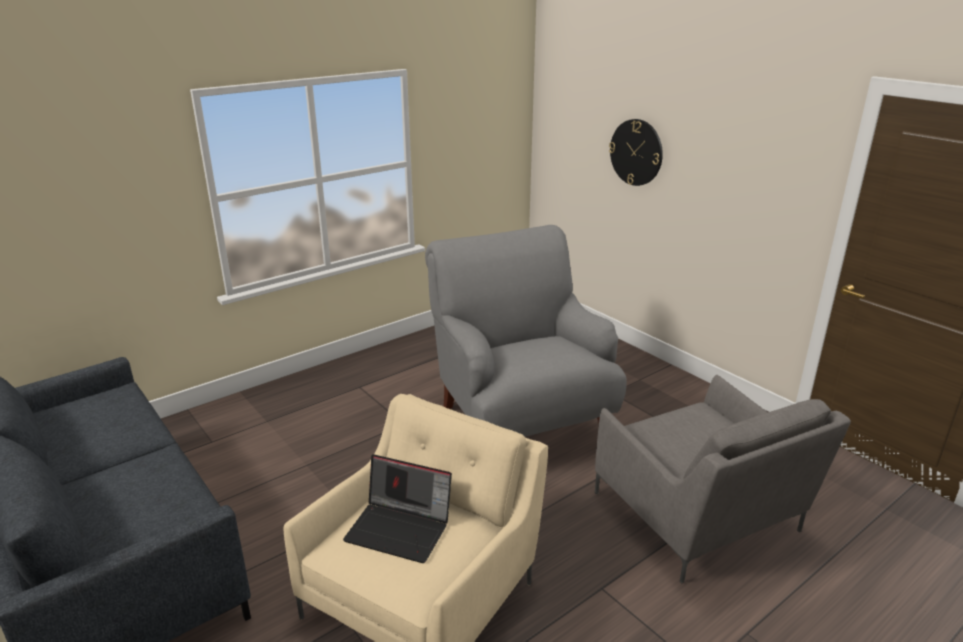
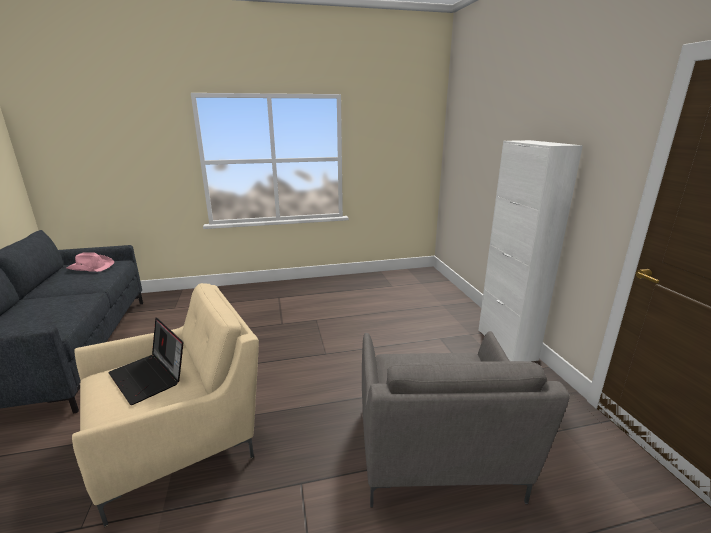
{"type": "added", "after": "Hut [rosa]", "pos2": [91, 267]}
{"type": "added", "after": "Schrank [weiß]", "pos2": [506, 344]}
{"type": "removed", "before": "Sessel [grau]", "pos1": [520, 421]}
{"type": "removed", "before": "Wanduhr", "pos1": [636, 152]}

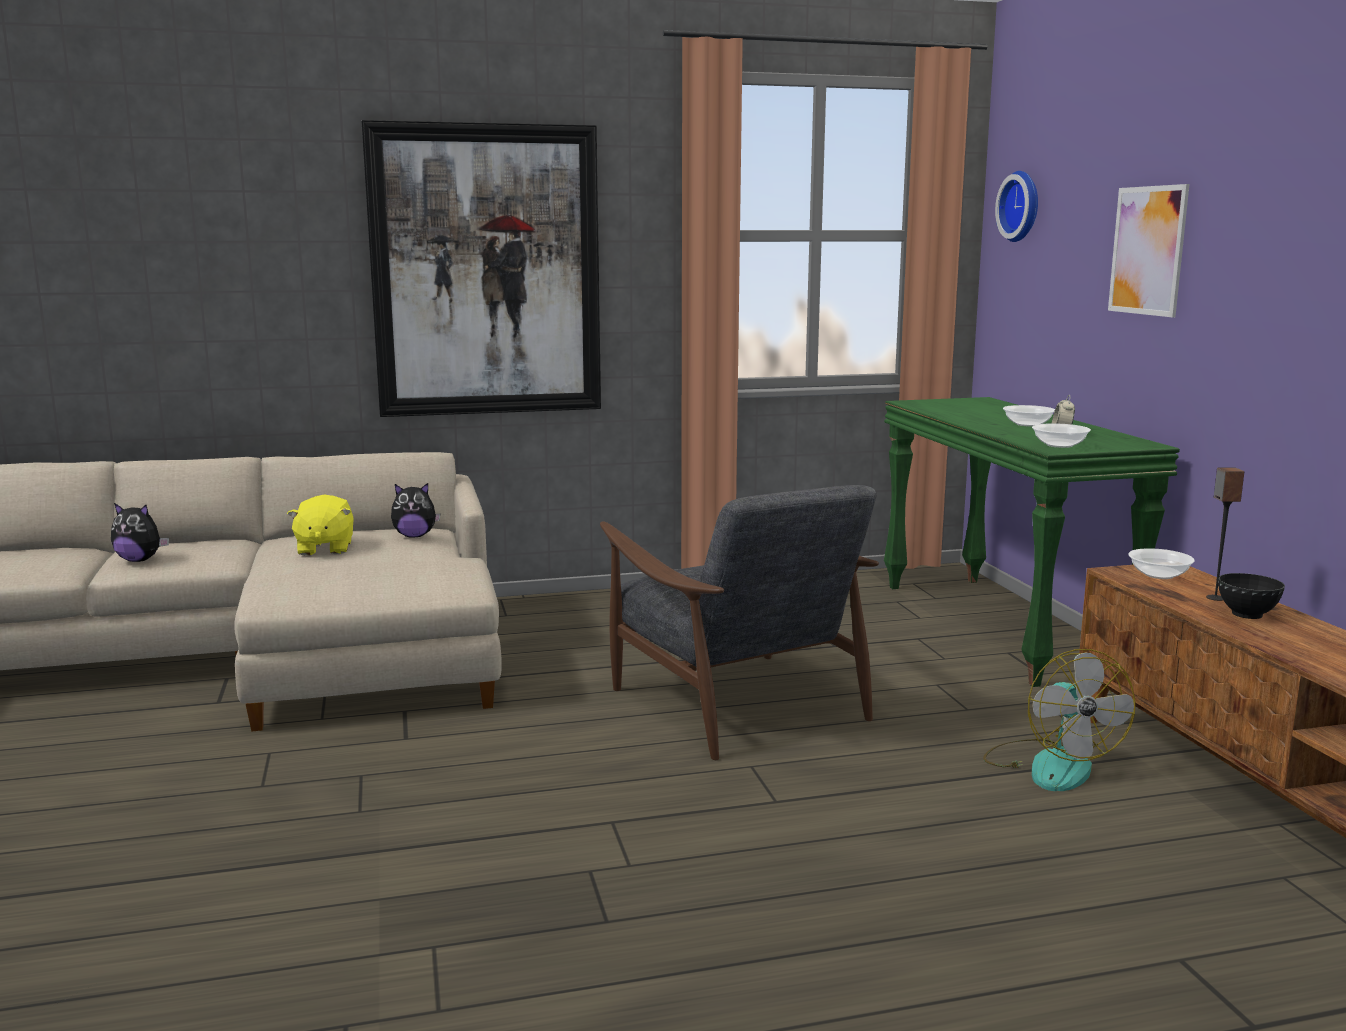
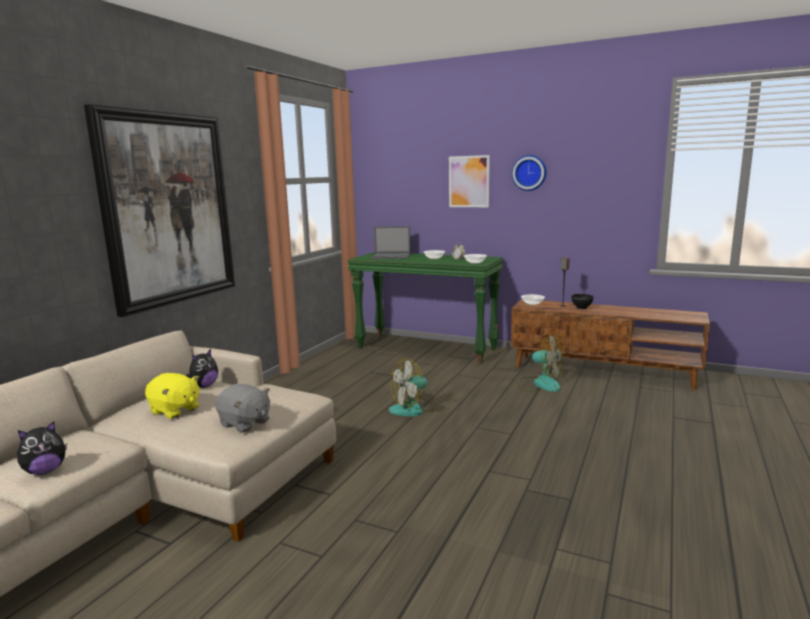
{"type": "added", "after": "Plüschtier [grau]", "pos2": [245, 423]}
{"type": "added", "after": "Laptop", "pos2": [391, 256]}
{"type": "replaced", "before": "Sessel [grau]", "after": "Ventilator", "pos1": [735, 700], "pos2": [414, 409]}
{"type": "moved", "before": "Wanduhr", "pos1": [1022, 206], "pos2": [529, 173]}

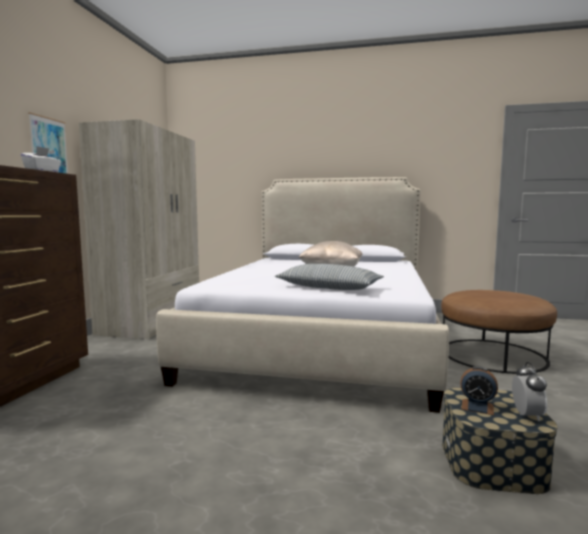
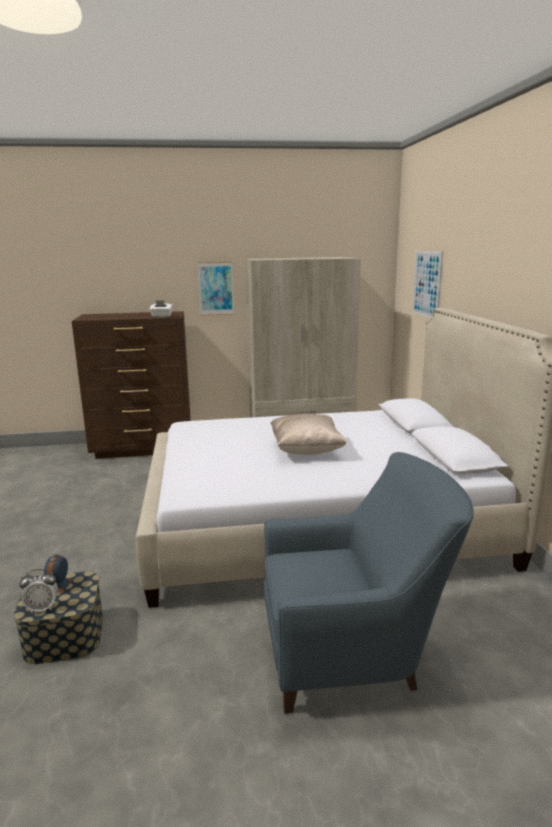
{"type": "replaced", "before": "Polsterhocker [braun]", "after": "Sessel [blau]", "pos1": [493, 355], "pos2": [355, 652]}
{"type": "added", "after": "Bild", "pos2": [427, 284]}
{"type": "removed", "before": "Kissen", "pos1": [328, 287]}

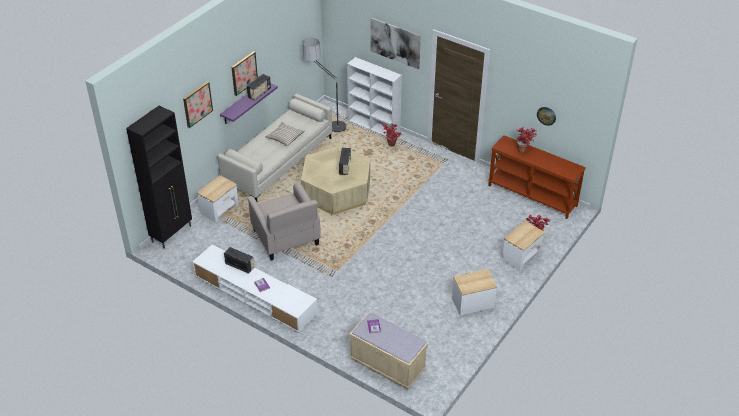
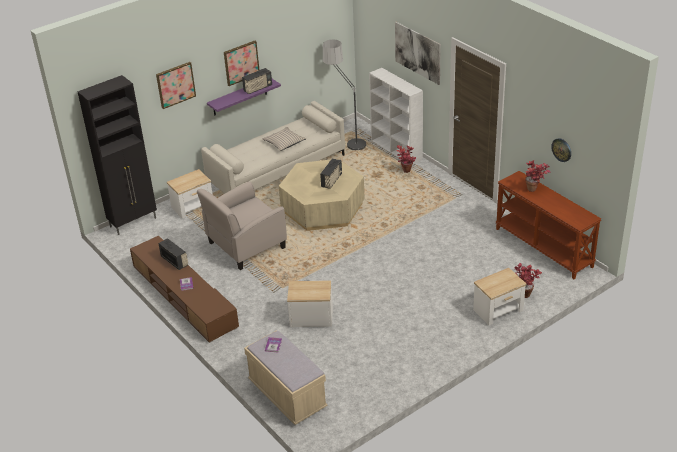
{"type": "recoloured", "before": "Fernsehschrank [weiß]", "after": "Fernsehschrank [braun]", "pos1": [254, 295], "pos2": [184, 296]}
{"type": "turned", "before": "Sessel [beige]", "pos1": [286, 238], "pos2": [246, 246], "turn": 60}
{"type": "moved", "before": "Beistelltisch", "pos1": [472, 303], "pos2": [311, 317]}

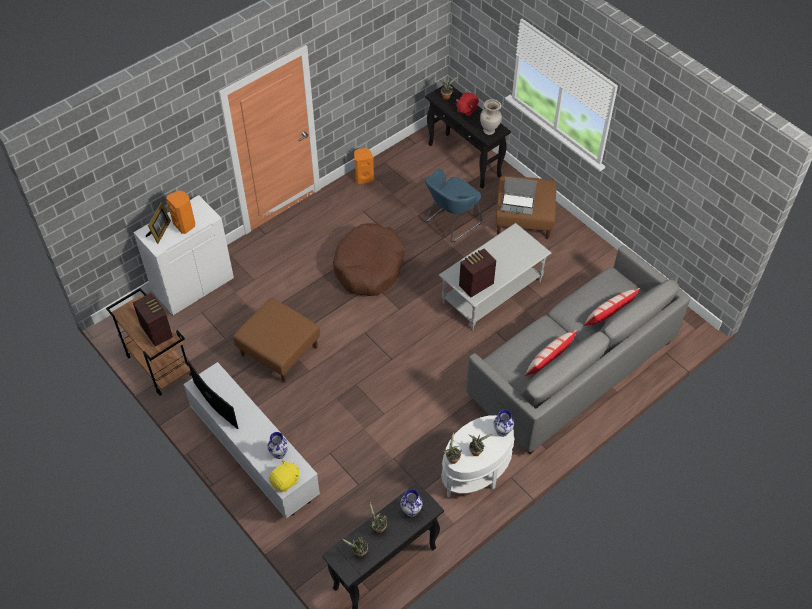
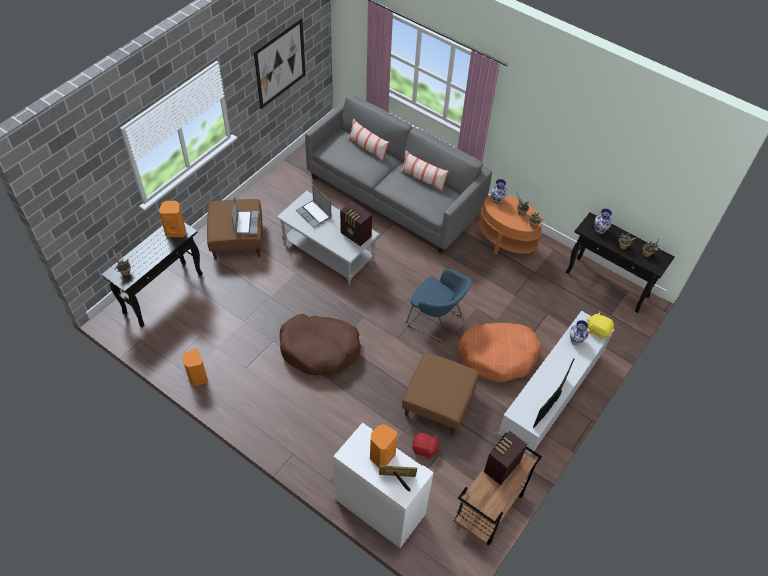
{"type": "replaced", "before": "Vase [beige]", "after": "Lautsprecher [orange]", "pos1": [489, 131], "pos2": [176, 231]}
{"type": "added", "after": "Bild", "pos2": [280, 64]}
{"type": "added", "after": "Laptop", "pos2": [314, 214]}
{"type": "moved", "before": "Sessel [blau]", "pos1": [450, 223], "pos2": [436, 321]}
{"type": "moved", "before": "Plüschtier [rot]", "pos1": [466, 110], "pos2": [424, 449]}
{"type": "added", "after": "Hundebett [orange]", "pos2": [498, 355]}
{"type": "recoloured", "before": "Beistelltisch [weiß]", "after": "Beistelltisch [orange]", "pos1": [476, 471], "pos2": [505, 242]}

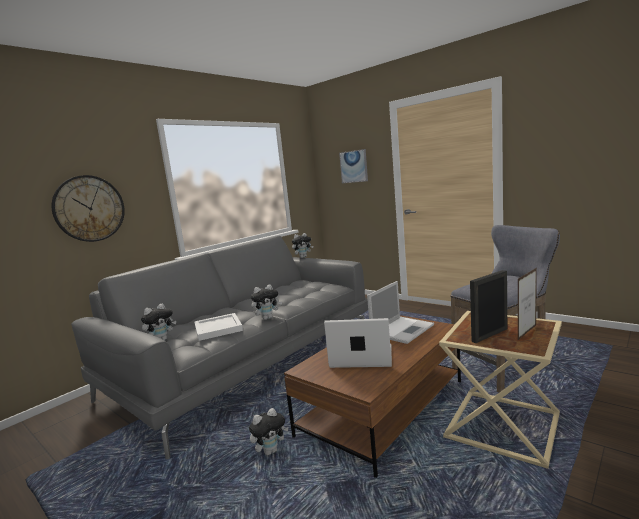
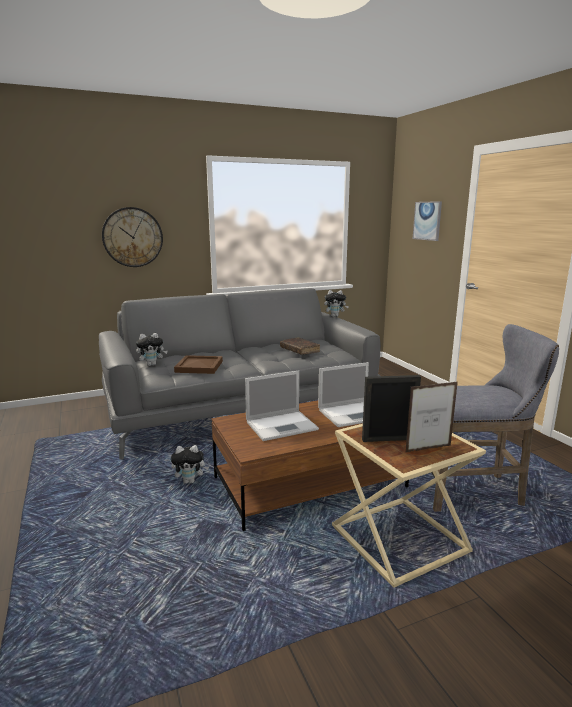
{"type": "recoloured", "before": "Tablett [weiß]", "after": "Tablett [braun]", "pos1": [219, 328], "pos2": [199, 367]}
{"type": "turned", "before": "Laptop", "pos1": [360, 357], "pos2": [282, 425], "turn": 120}
{"type": "added", "after": "Buch [braun]", "pos2": [299, 350]}
{"type": "removed", "before": "Plüschtier", "pos1": [267, 318]}

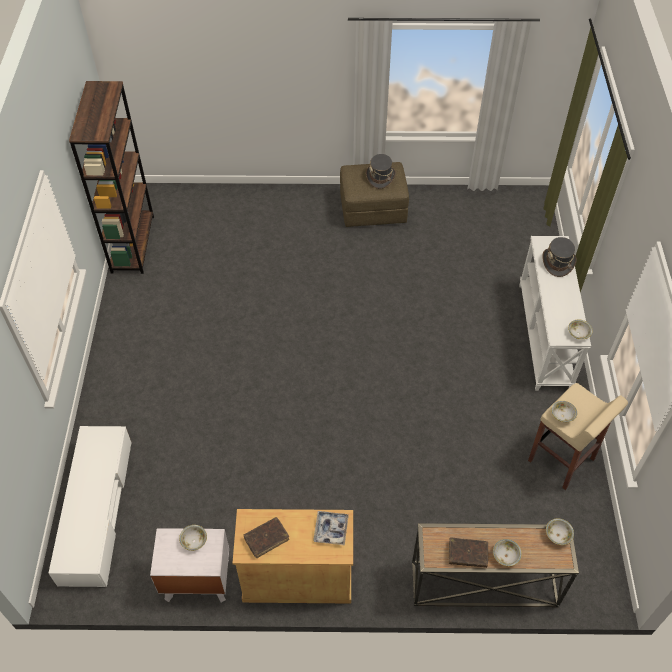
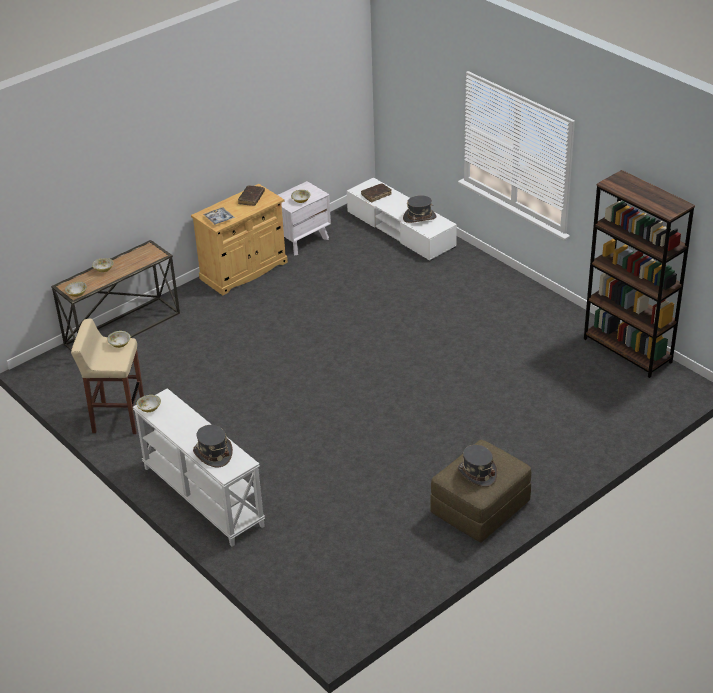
{"type": "moved", "before": "Buch [braun]", "pos1": [467, 554], "pos2": [376, 195]}
{"type": "added", "after": "Hut [grau]", "pos2": [419, 217]}

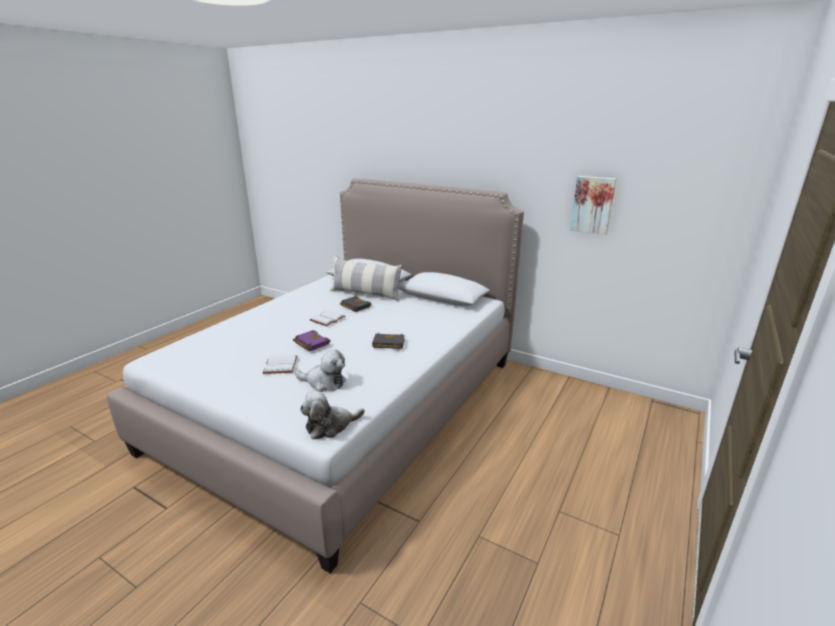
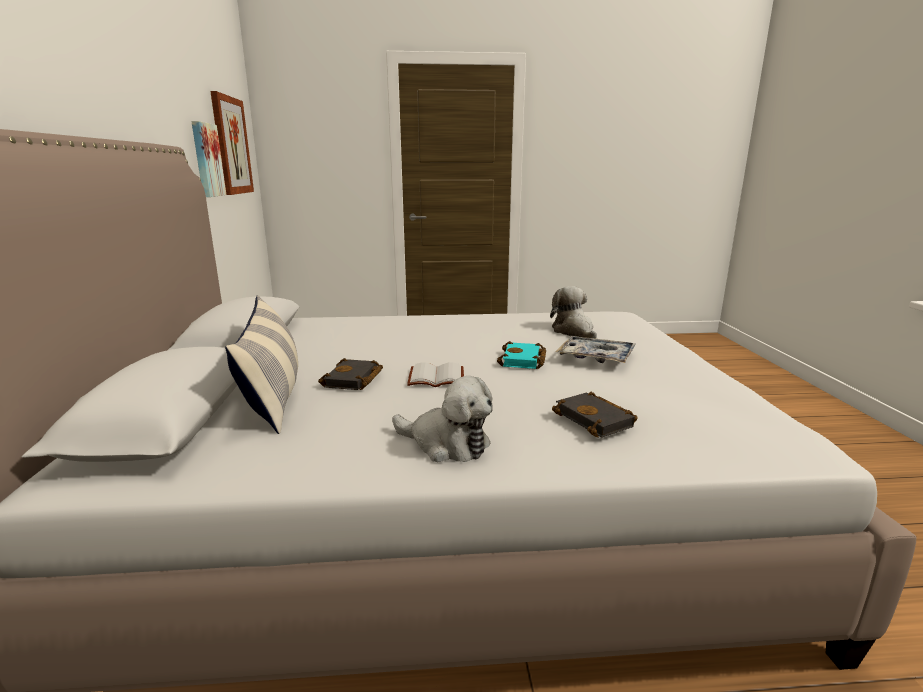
{"type": "added", "after": "Bild", "pos2": [231, 146]}
{"type": "moved", "before": "Plüschtier", "pos1": [330, 426], "pos2": [446, 444]}
{"type": "recoloured", "before": "Buch [lila]", "after": "Buch [türkis]", "pos1": [310, 343], "pos2": [524, 360]}
{"type": "moved", "before": "Buch [schwarz]", "pos1": [387, 344], "pos2": [597, 420]}
{"type": "replaced", "before": "Buch [weiß]", "after": "Tablett", "pos1": [279, 365], "pos2": [596, 357]}

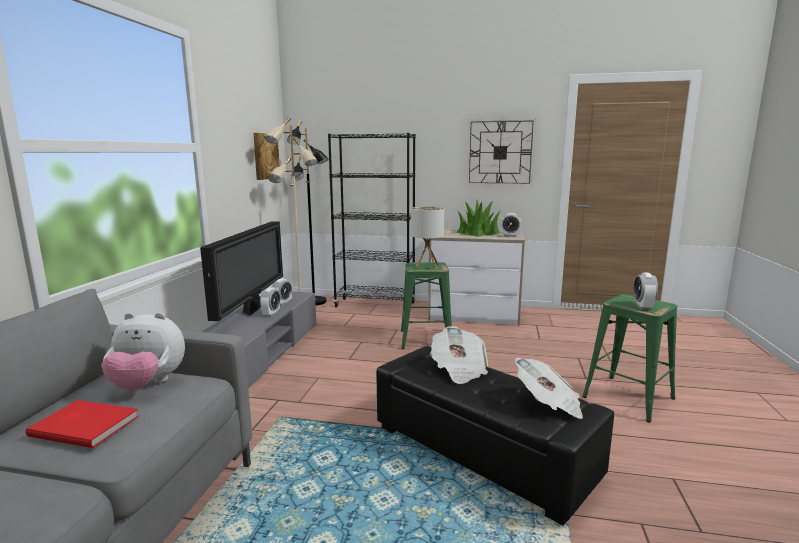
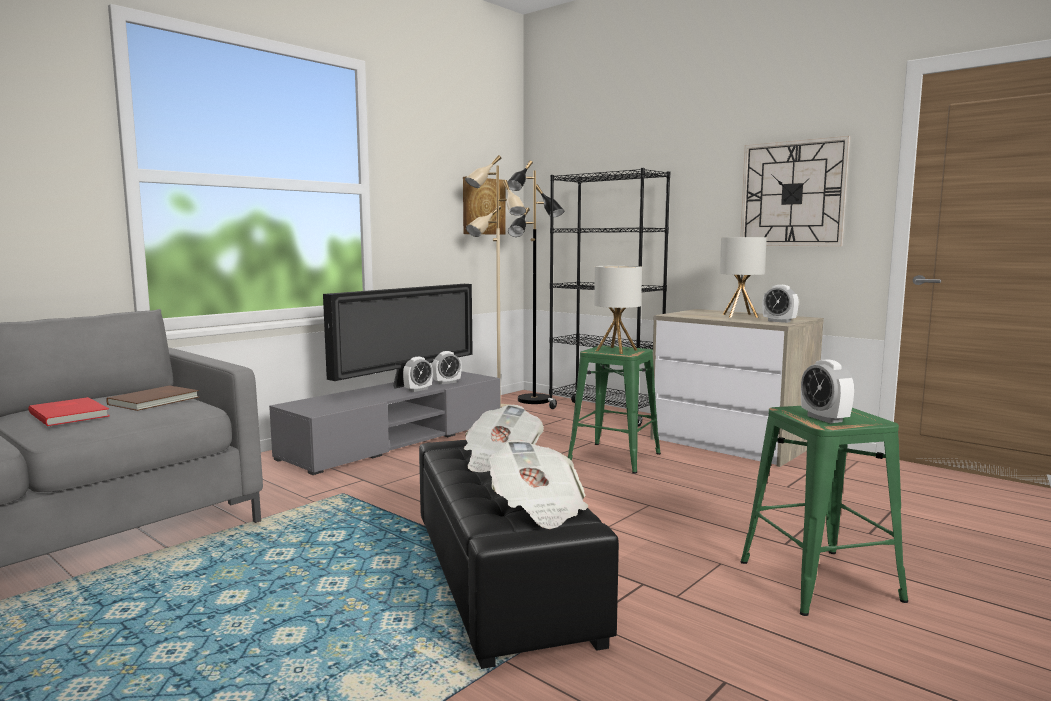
{"type": "replaced", "before": "Plüschtier", "after": "Buch [braun]", "pos1": [148, 385], "pos2": [156, 400]}
{"type": "replaced", "before": "Topfpflanze", "after": "Tischlampe", "pos1": [478, 233], "pos2": [740, 316]}
{"type": "turned", "before": "Wecker", "pos1": [643, 307], "pos2": [824, 419], "turn": -60}

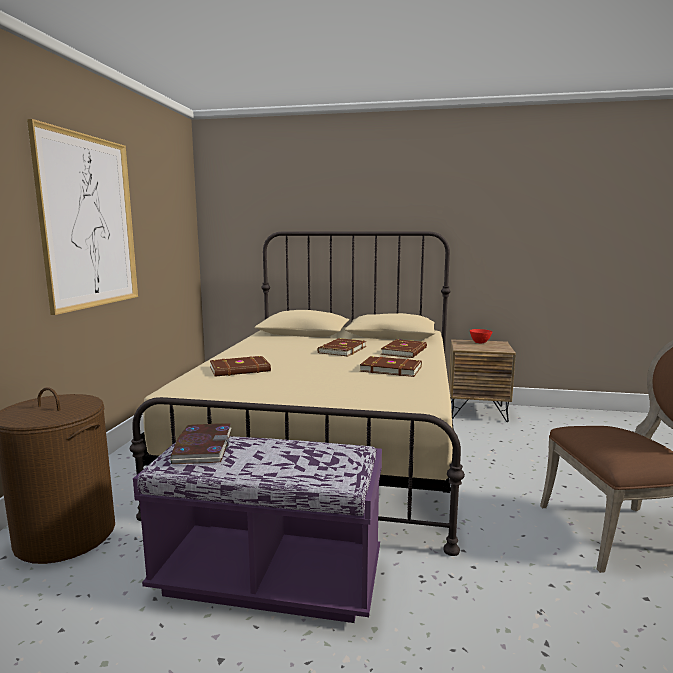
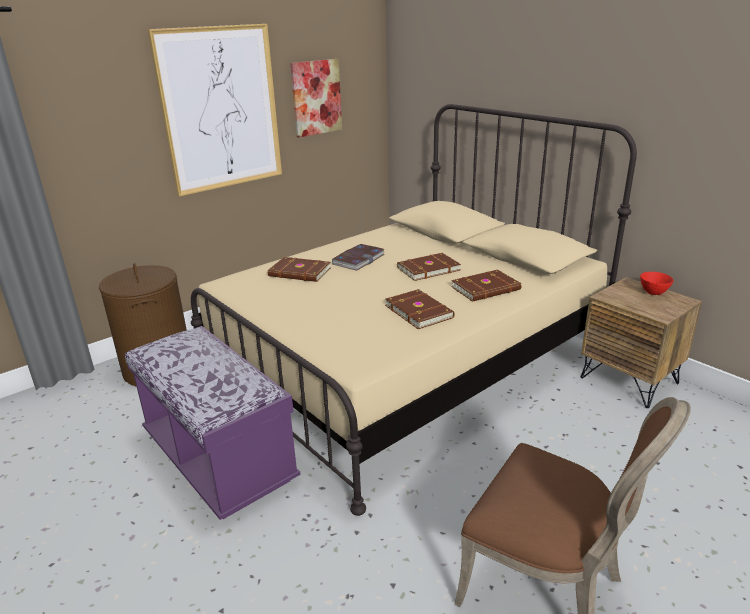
{"type": "added", "after": "Bild", "pos2": [316, 97]}
{"type": "moved", "before": "Buch", "pos1": [202, 447], "pos2": [358, 259]}

